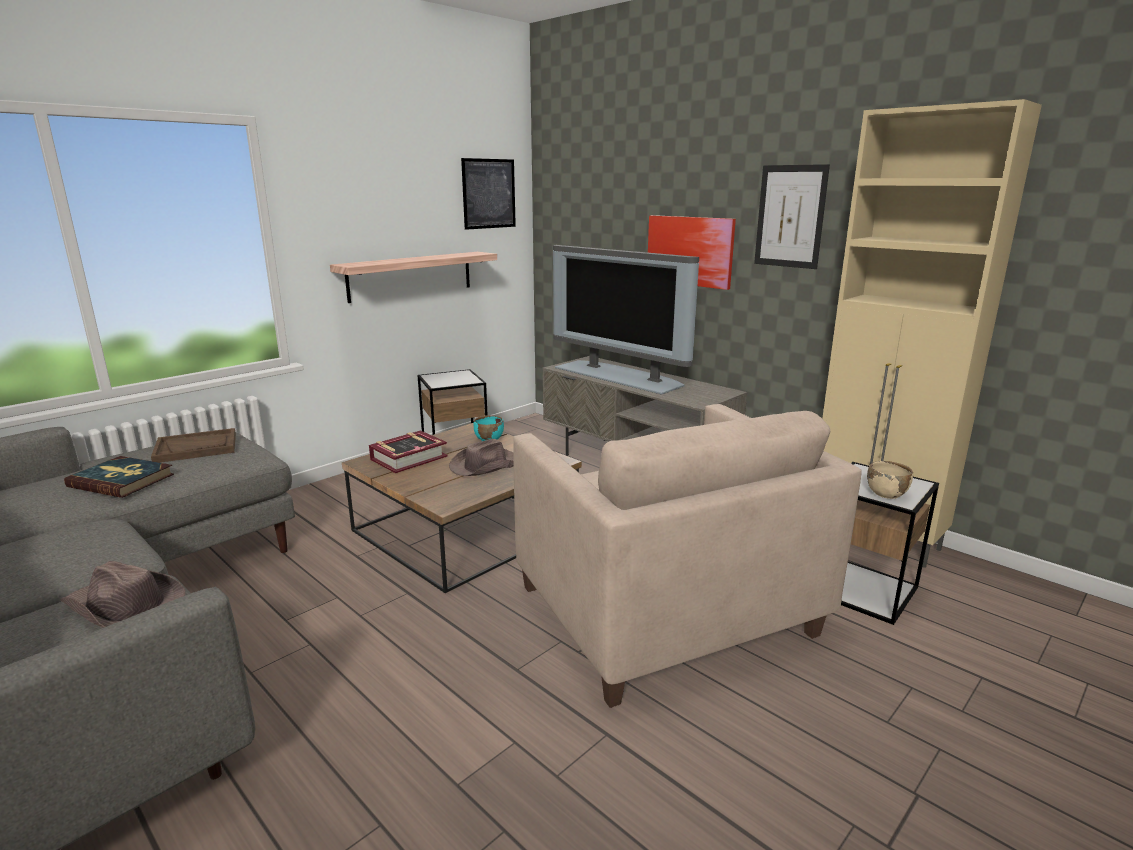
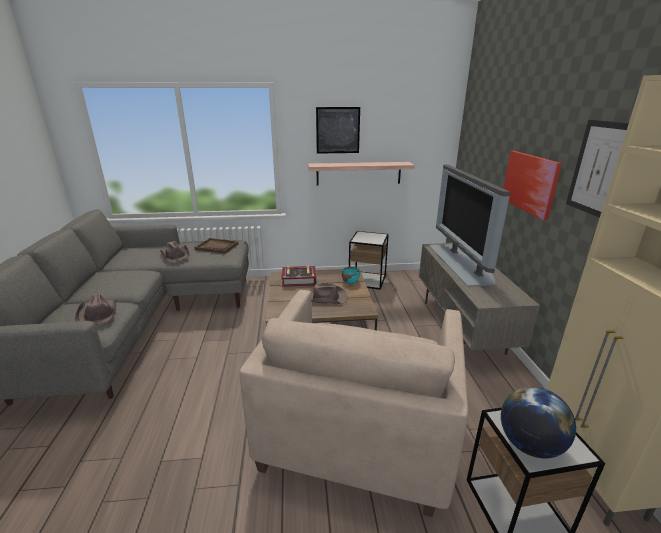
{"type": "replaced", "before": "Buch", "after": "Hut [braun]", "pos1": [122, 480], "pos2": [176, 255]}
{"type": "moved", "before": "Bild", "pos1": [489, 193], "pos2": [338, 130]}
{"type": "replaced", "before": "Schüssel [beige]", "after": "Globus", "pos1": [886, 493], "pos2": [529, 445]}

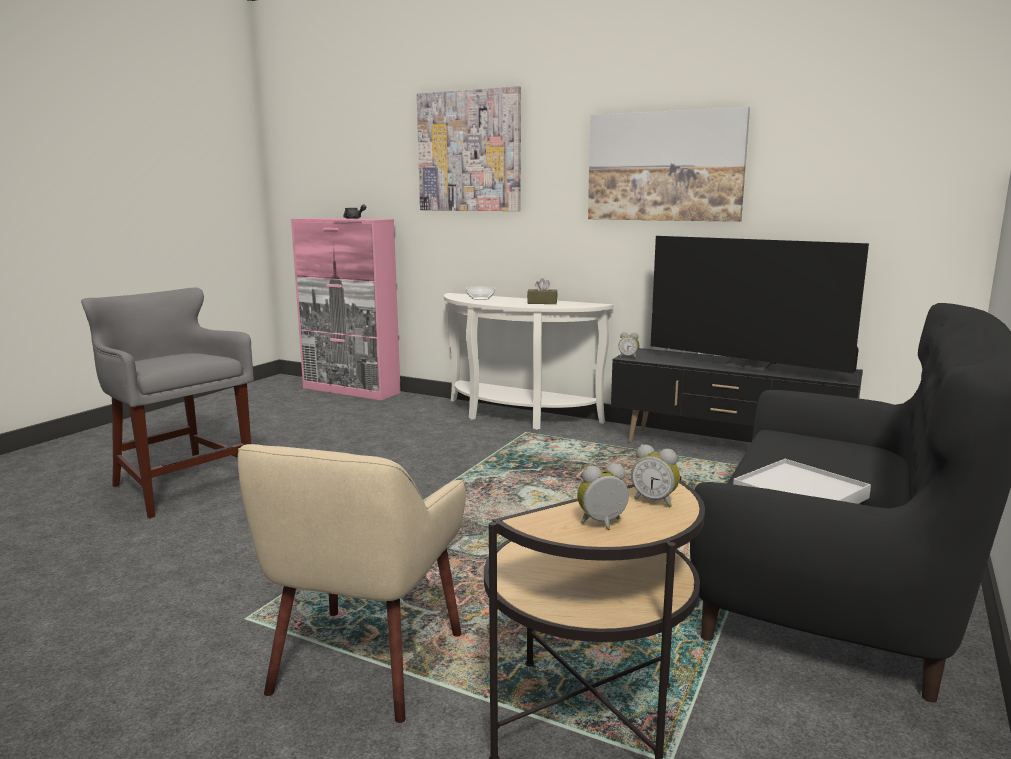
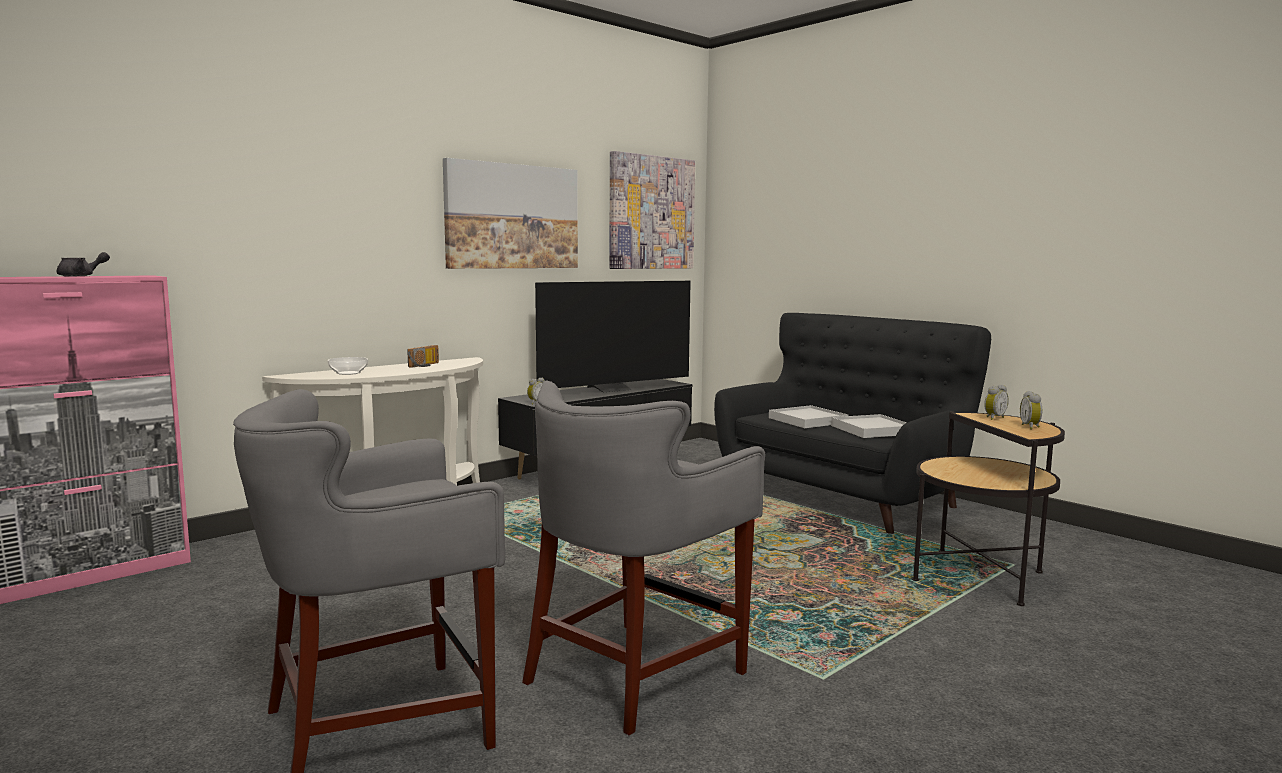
{"type": "replaced", "before": "Taschentuchbox [braun]", "after": "Radio", "pos1": [542, 303], "pos2": [425, 365]}
{"type": "added", "after": "Hocker [grau]", "pos2": [635, 674]}
{"type": "moved", "before": "Bild", "pos1": [469, 151], "pos2": [651, 213]}
{"type": "added", "after": "Tablett [weiß]", "pos2": [807, 420]}
{"type": "removed", "before": "Sessel [beige]", "pos1": [364, 663]}

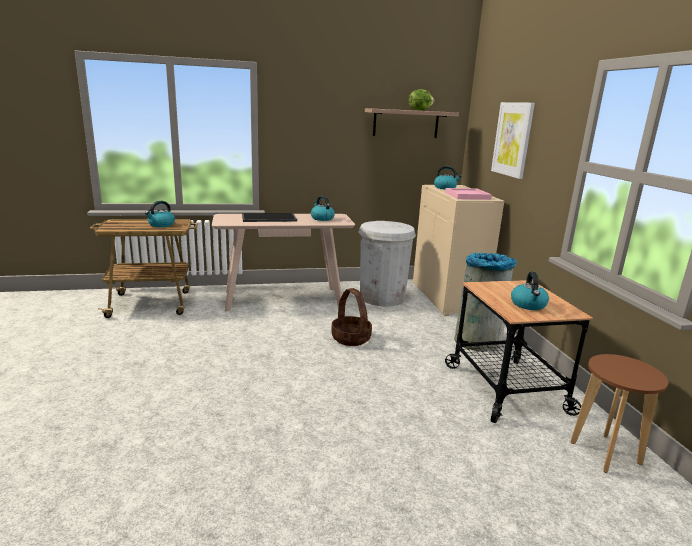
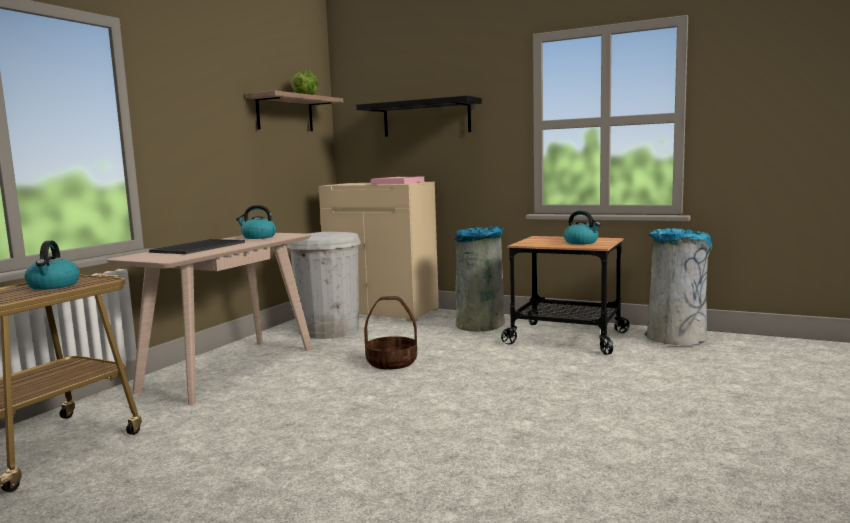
{"type": "replaced", "before": "Bild", "after": "Wandregal [schwarz]", "pos1": [512, 139], "pos2": [426, 118]}
{"type": "replaced", "before": "Hocker [braun]", "after": "Mülleimer [grau]", "pos1": [605, 453], "pos2": [676, 339]}
{"type": "removed", "before": "Wasserkessel", "pos1": [445, 188]}

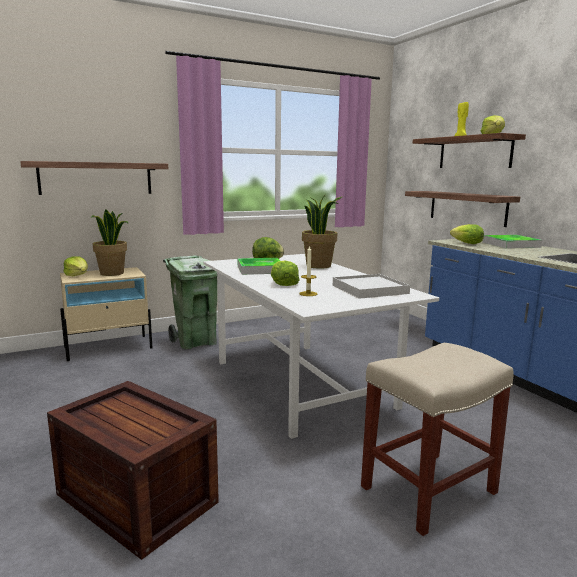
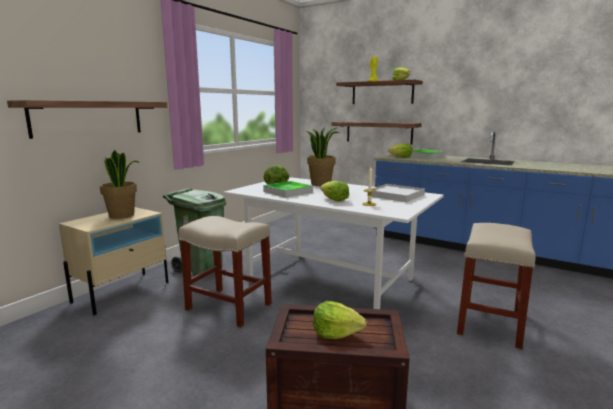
{"type": "added", "after": "Hocker [beige]", "pos2": [227, 306]}
{"type": "moved", "before": "Salatkopf", "pos1": [77, 275], "pos2": [336, 333]}

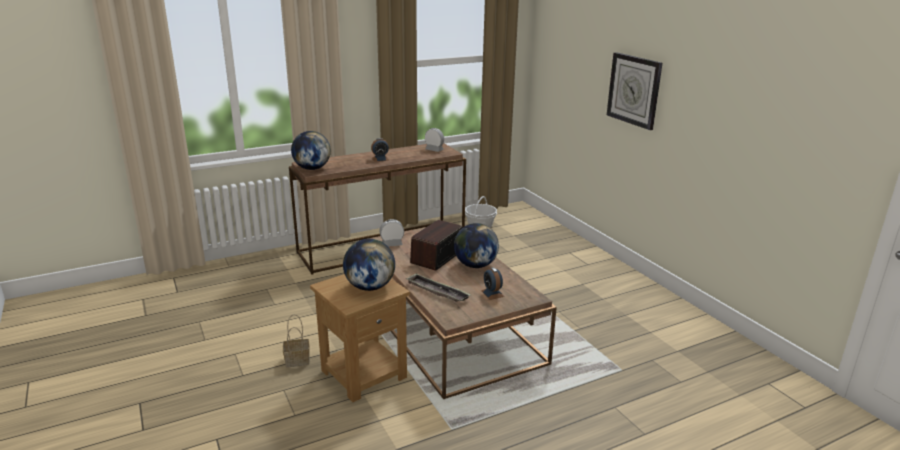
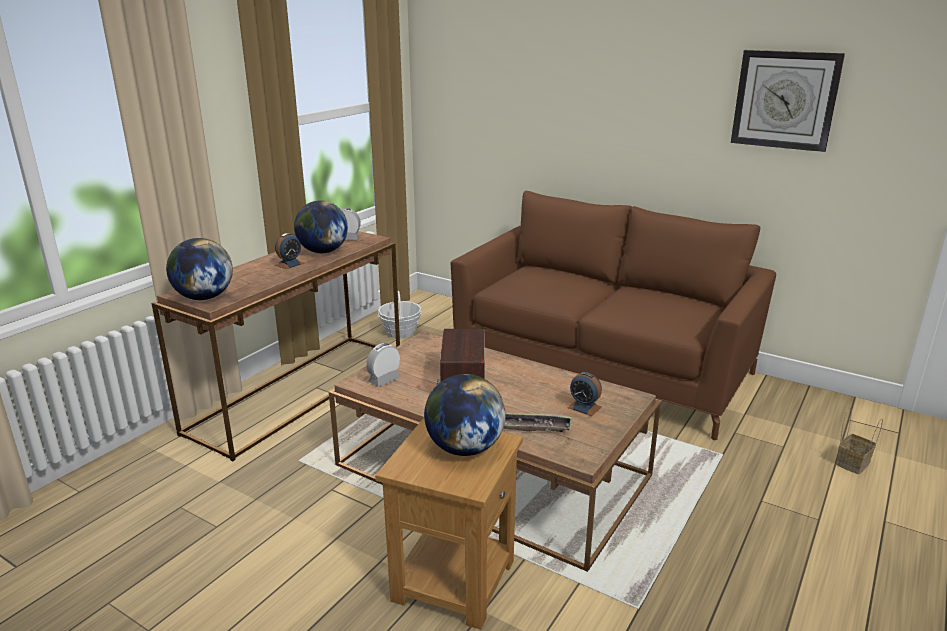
{"type": "moved", "before": "Globus", "pos1": [475, 265], "pos2": [323, 252]}
{"type": "added", "after": "Sofa [braun]", "pos2": [602, 367]}
{"type": "moved", "before": "Wanduhr", "pos1": [634, 90], "pos2": [785, 100]}
{"type": "moved", "before": "Korb", "pos1": [298, 360], "pos2": [852, 463]}

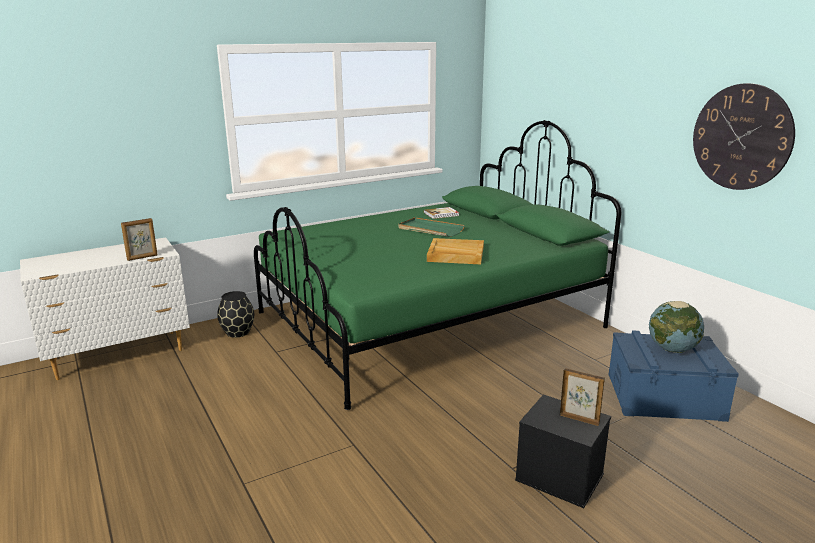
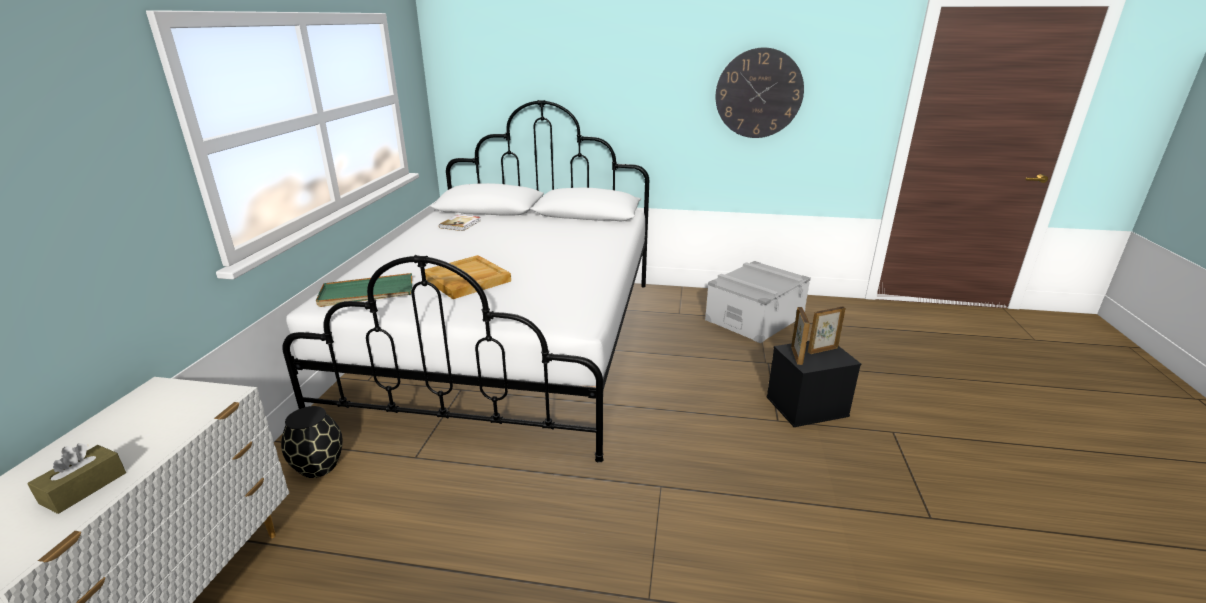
{"type": "added", "after": "Taschentuchbox [braun]", "pos2": [84, 488]}
{"type": "recoloured", "before": "Bett [grün]", "after": "Bett [weiß]", "pos1": [429, 321], "pos2": [511, 343]}
{"type": "moved", "before": "Tablett [grün]", "pos1": [430, 229], "pos2": [366, 293]}
{"type": "moved", "before": "Tablett [beige]", "pos1": [455, 254], "pos2": [466, 280]}
{"type": "recoloured", "before": "Aufbewahrungsbox [blau]", "after": "Aufbewahrungsbox [grau]", "pos1": [664, 396], "pos2": [754, 318]}
{"type": "moved", "before": "Bilderrahmen", "pos1": [142, 257], "pos2": [796, 355]}
{"type": "removed", "before": "Globus", "pos1": [672, 349]}

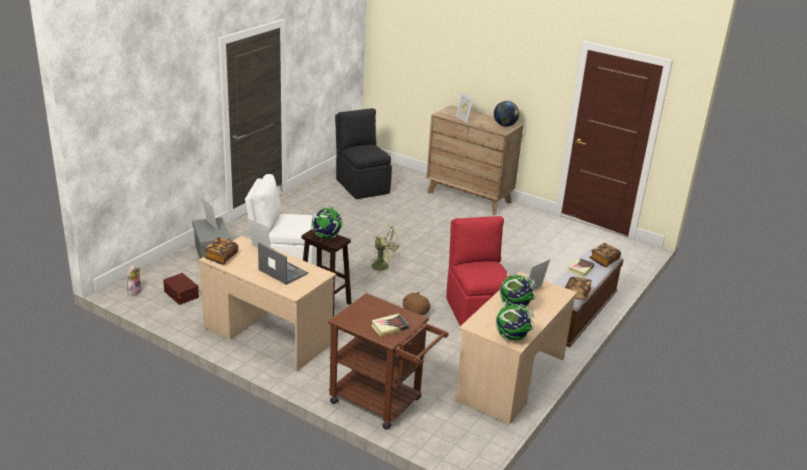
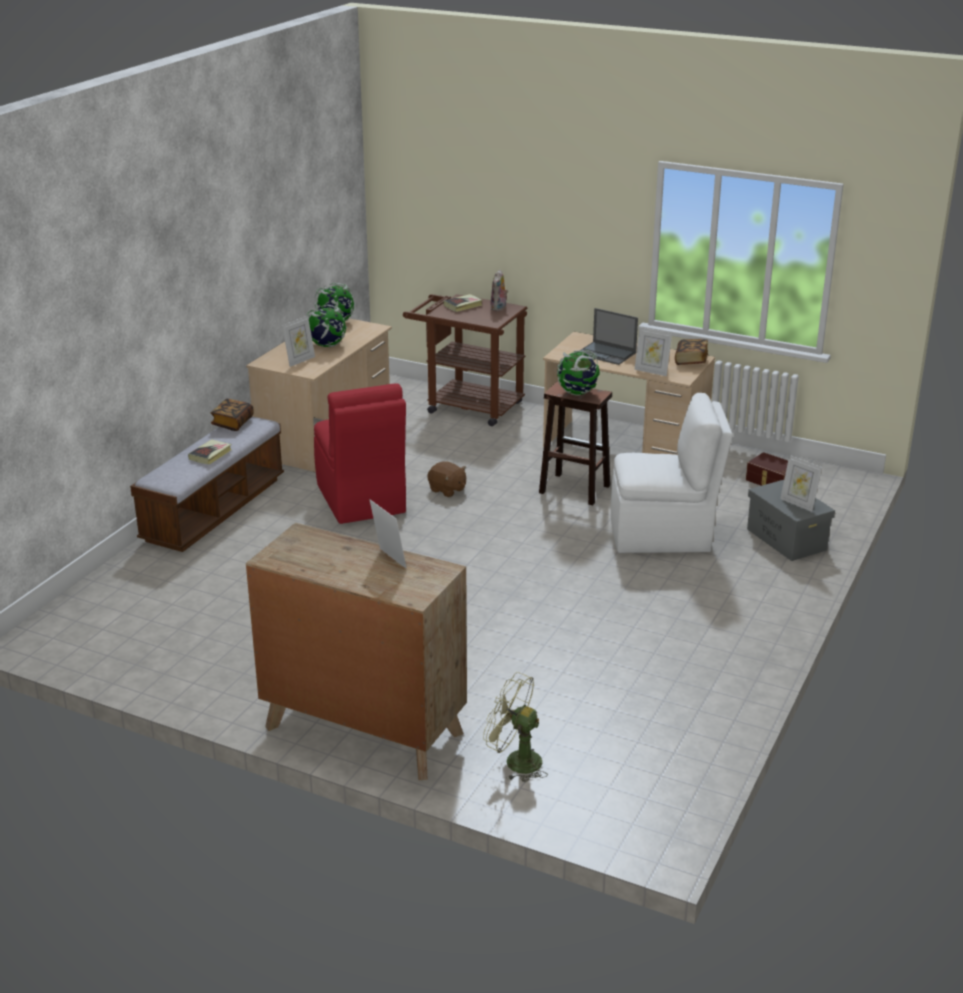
{"type": "moved", "before": "Ventilator [grün]", "pos1": [384, 267], "pos2": [515, 761]}
{"type": "moved", "before": "Plüschtier", "pos1": [134, 291], "pos2": [499, 308]}
{"type": "removed", "before": "Stuhl [schwarz]", "pos1": [362, 186]}
{"type": "removed", "before": "Globus", "pos1": [505, 125]}
{"type": "removed", "before": "Buch", "pos1": [604, 260]}

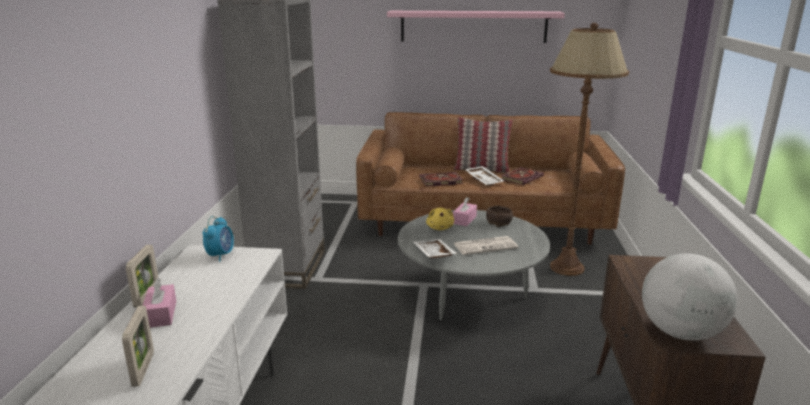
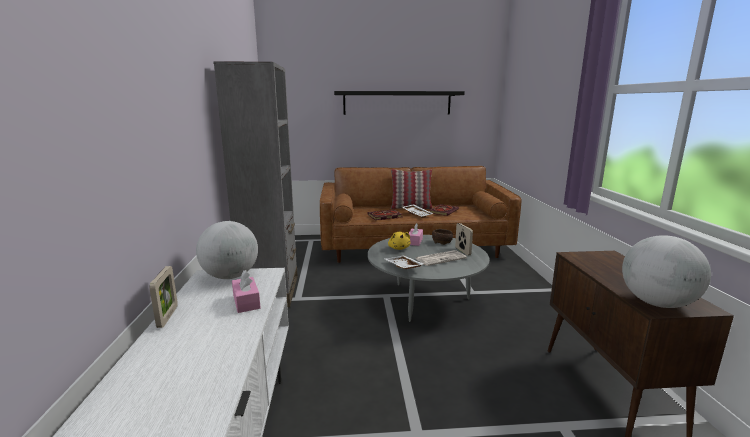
{"type": "replaced", "before": "Wecker", "after": "Globus", "pos1": [221, 255], "pos2": [230, 276]}
{"type": "moved", "before": "Taschentuchbox [rosa]", "pos1": [161, 314], "pos2": [246, 302]}
{"type": "recoloured", "before": "Wandregal [rosa]", "after": "Wandregal [schwarz]", "pos1": [473, 26], "pos2": [397, 103]}
{"type": "moved", "before": "Bilderrahmen", "pos1": [143, 369], "pos2": [462, 251]}
{"type": "removed", "before": "Stehlampe [braun]", "pos1": [567, 268]}

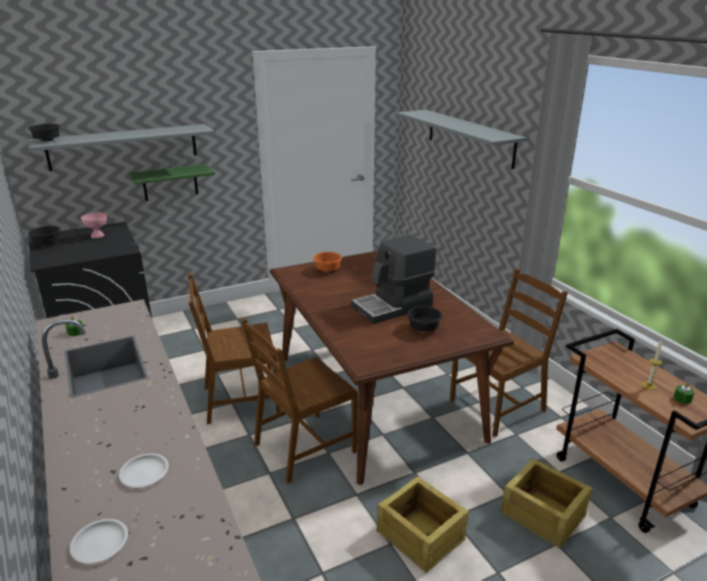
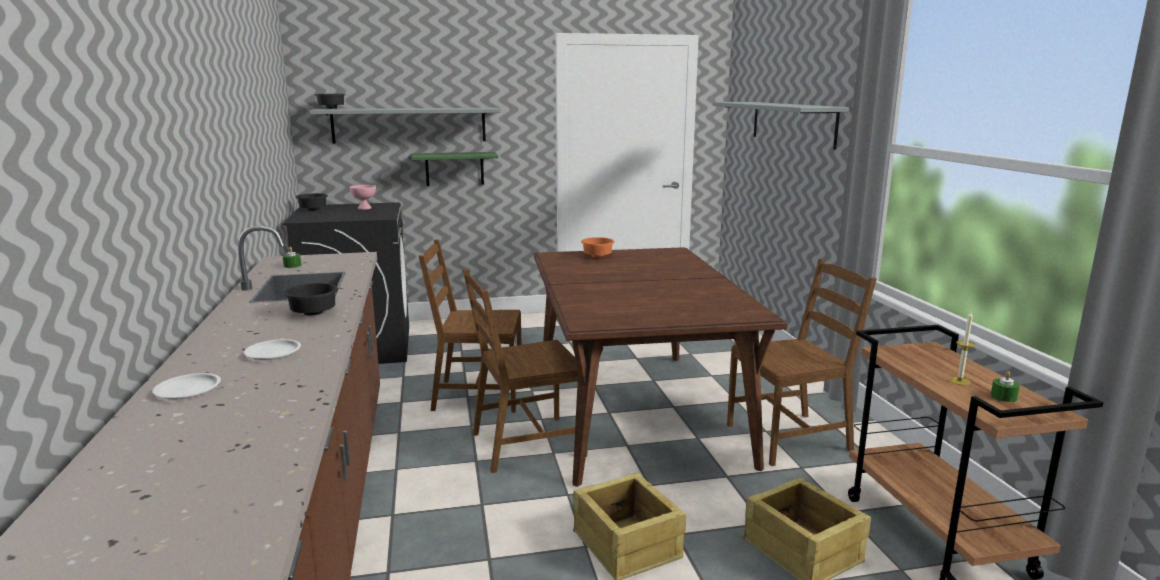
{"type": "moved", "before": "Schüssel [schwarz]", "pos1": [424, 329], "pos2": [313, 314]}
{"type": "removed", "before": "Kaffeemaschine", "pos1": [393, 307]}

